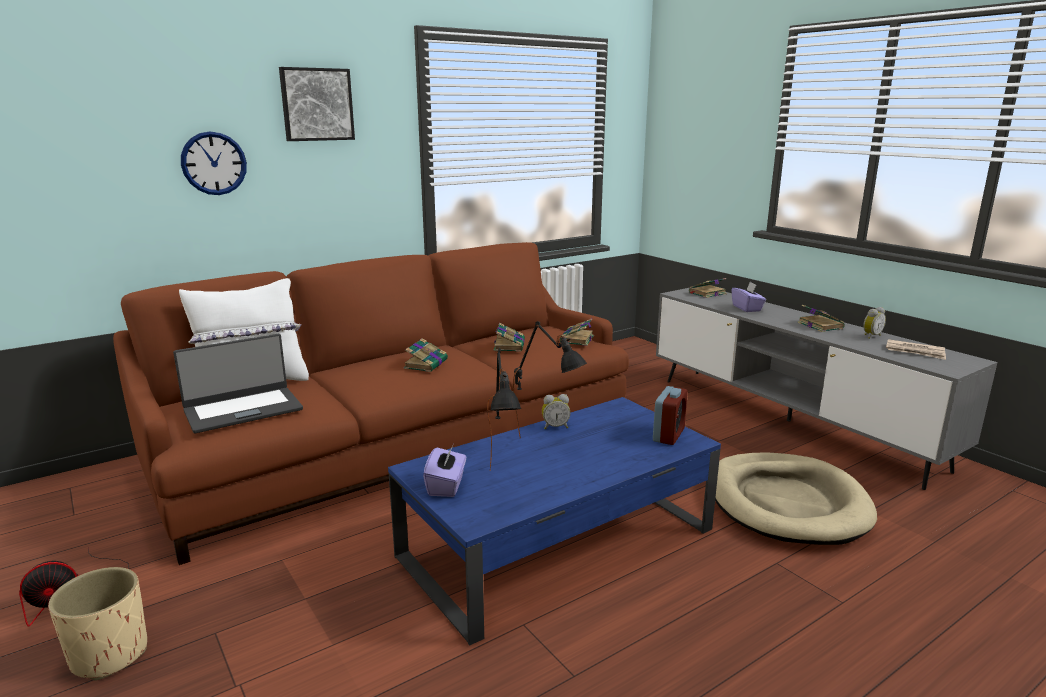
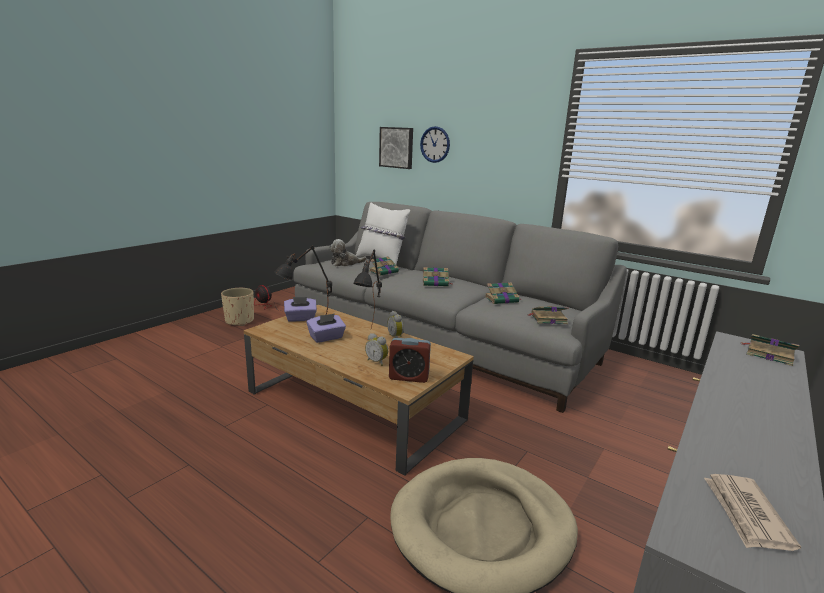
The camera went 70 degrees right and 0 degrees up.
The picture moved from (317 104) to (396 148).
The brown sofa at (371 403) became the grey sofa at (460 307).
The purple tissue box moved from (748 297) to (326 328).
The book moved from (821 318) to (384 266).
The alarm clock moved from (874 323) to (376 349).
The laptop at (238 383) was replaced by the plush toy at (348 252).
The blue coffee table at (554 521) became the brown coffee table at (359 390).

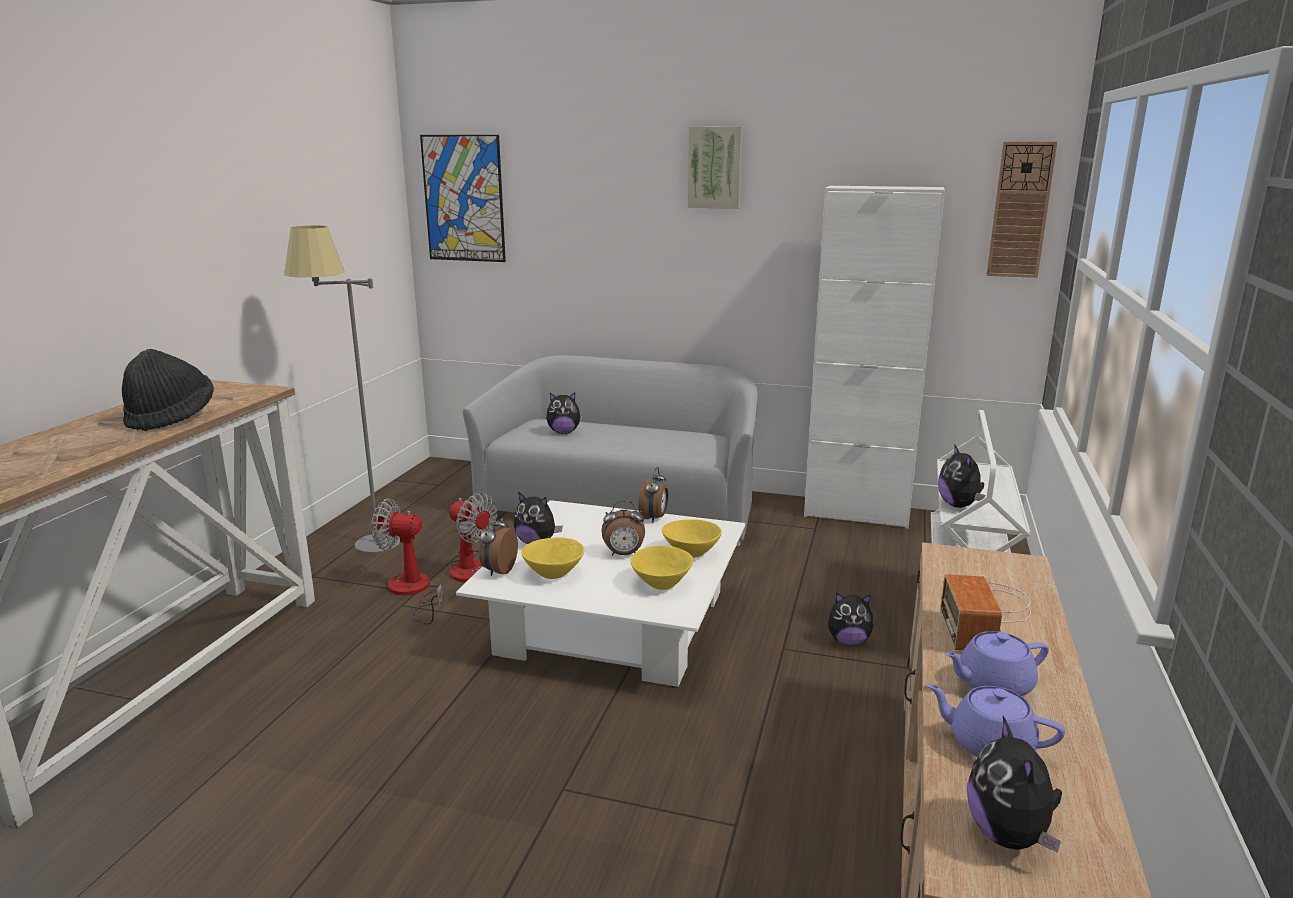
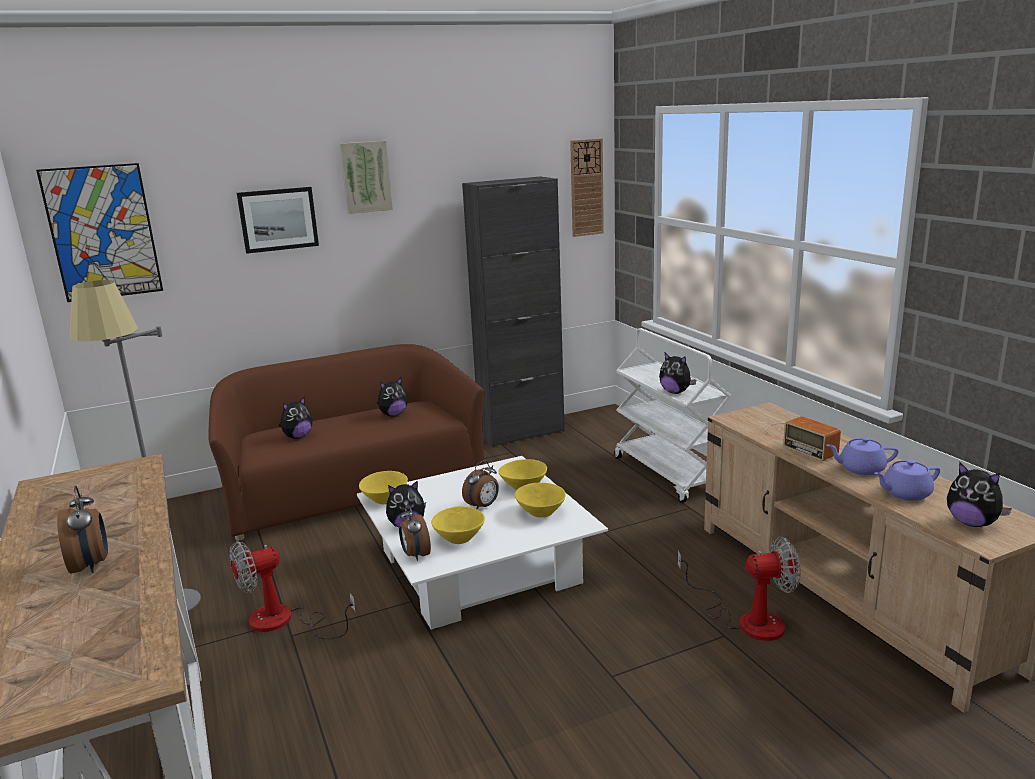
The camera went 40 degrees left and 0 degrees up.
The white cabinet at (874 357) became the black cabinet at (513 311).
The black hat at (168 390) disappeared.
The grey sofa at (610 450) became the brown sofa at (346 442).
The alarm clock moved from (653 495) to (82 530).
The fan moved from (473 537) to (739 588).
The plush toy moved from (851 619) to (392 397).
The purple teapot at (997 663) turned 60 degrees clockwise.
The picture at (278 220) appeared.
The yellow bowl at (383 487) appeared.

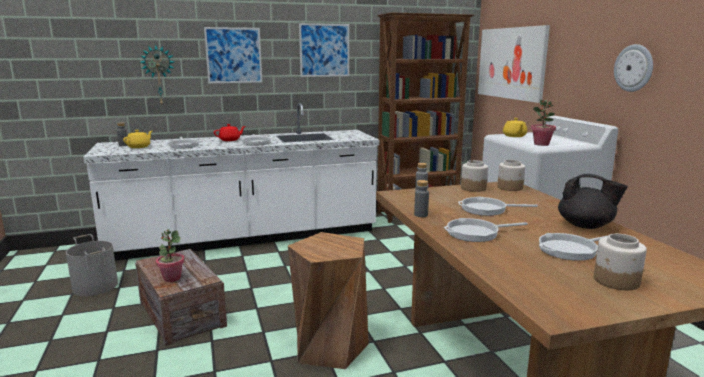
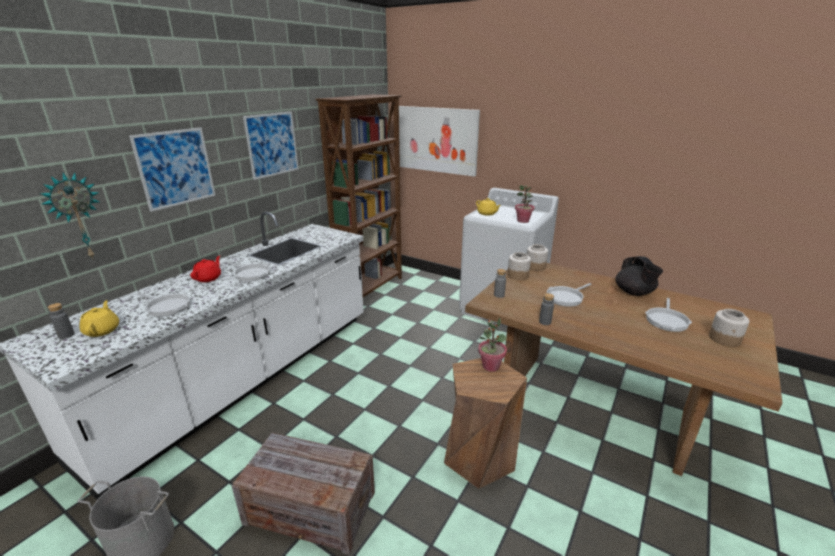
The camera went 40 degrees left and 10 degrees up.
The wall clock at (633 68) disappeared.
The black teapot at (593 201) turned 90 degrees clockwise.
The frying pan at (486 230) disappeared.
The potted plant moved from (170 255) to (492 345).

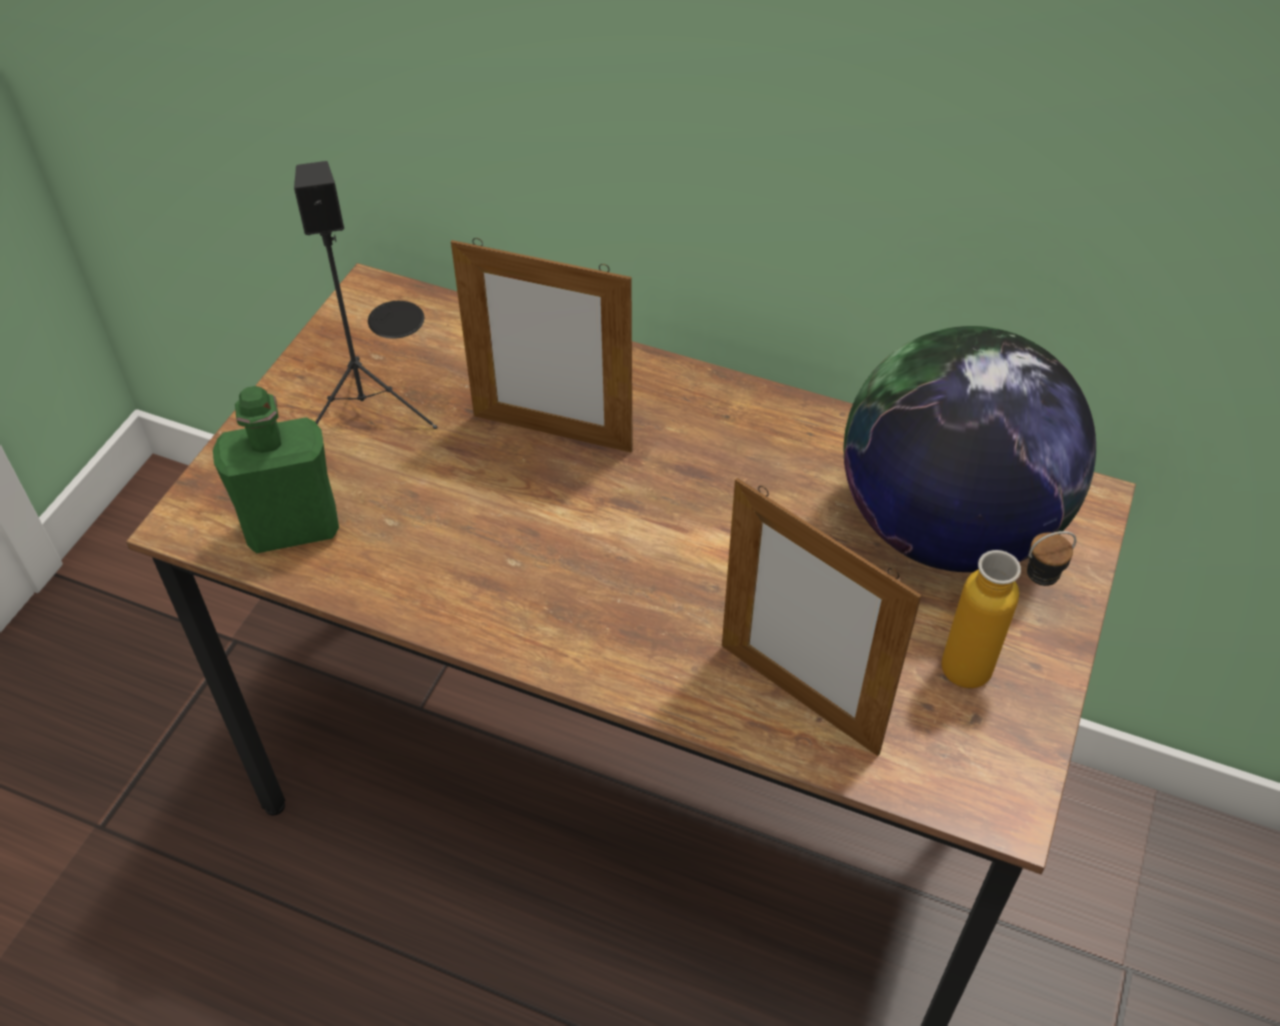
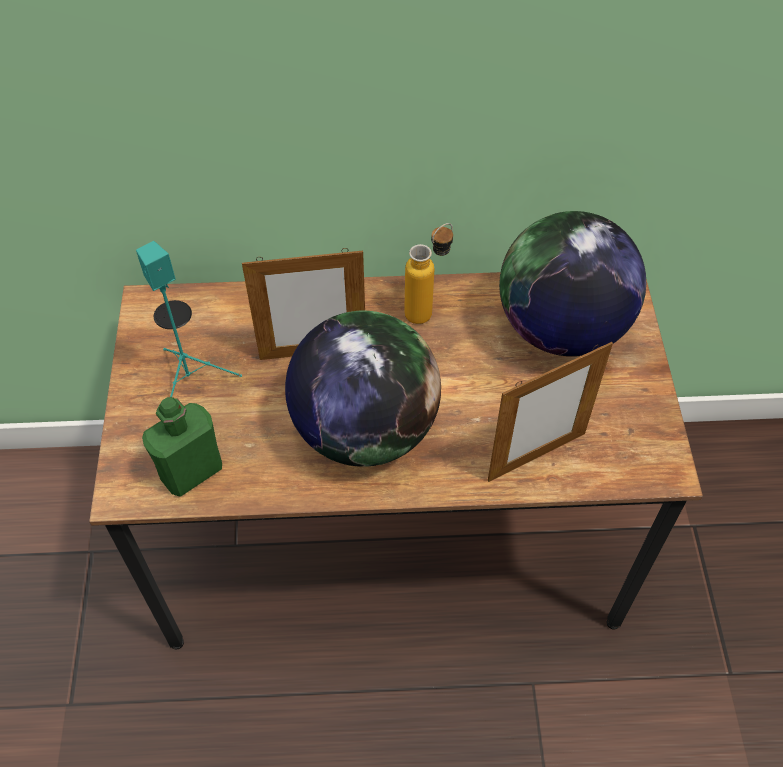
The camera went 25 degrees left and 5 degrees up.
The black speaker at (365 295) became the turquoise speaker at (189 319).
The picture frame at (821 617) turned 45 degrees counterclockwise.
The bottle moved from (1009 609) to (428 273).
The globe at (363 389) appeared.

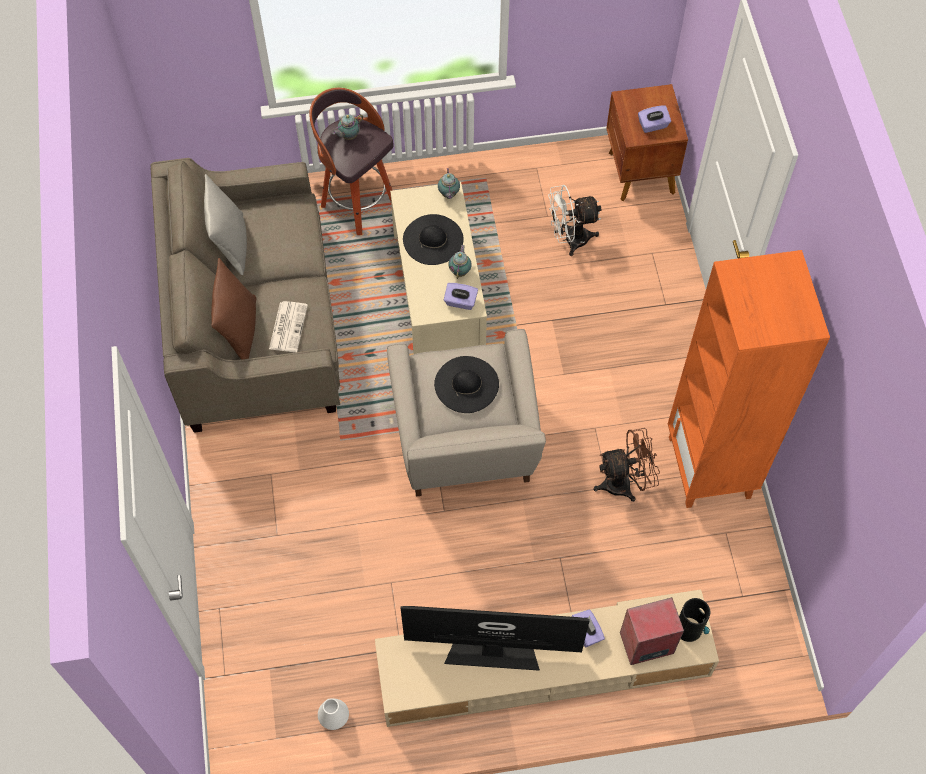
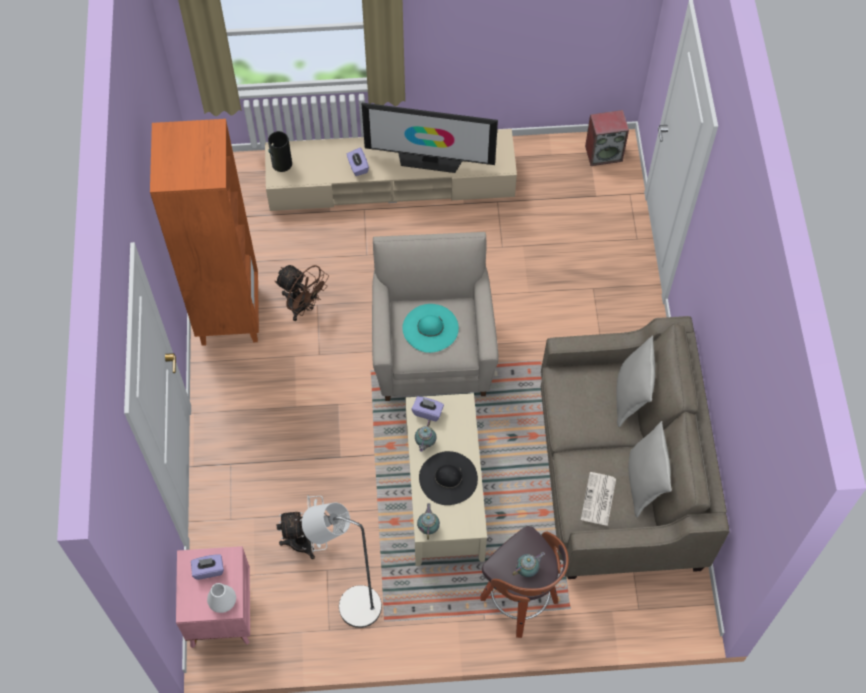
The camera went 175 degrees left and 0 degrees up.
The brown nightstand at (647 142) became the pink nightstand at (213 597).
The brown pillow at (233 309) became the grey pillow at (635 381).
The newspaper moved from (288 326) to (598 499).
The black hat at (466 384) became the turquoise hat at (430 328).
The brown fan at (627 465) turned 135 degrees counterclockwise.
The speaker moved from (652 631) to (607 138).
The white vase moved from (333 714) to (221 598).
The grey floor lamp at (342 565) appeared.

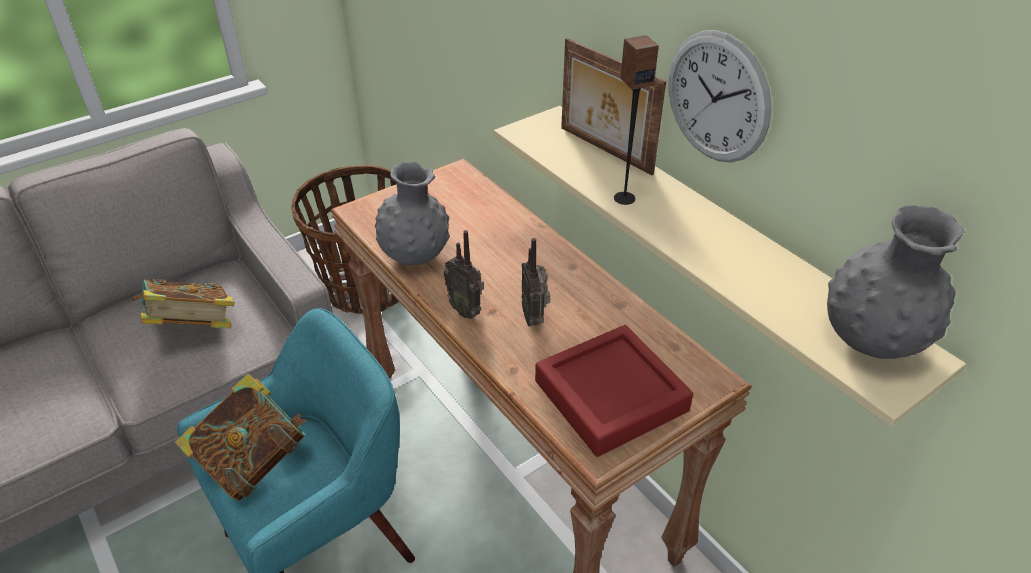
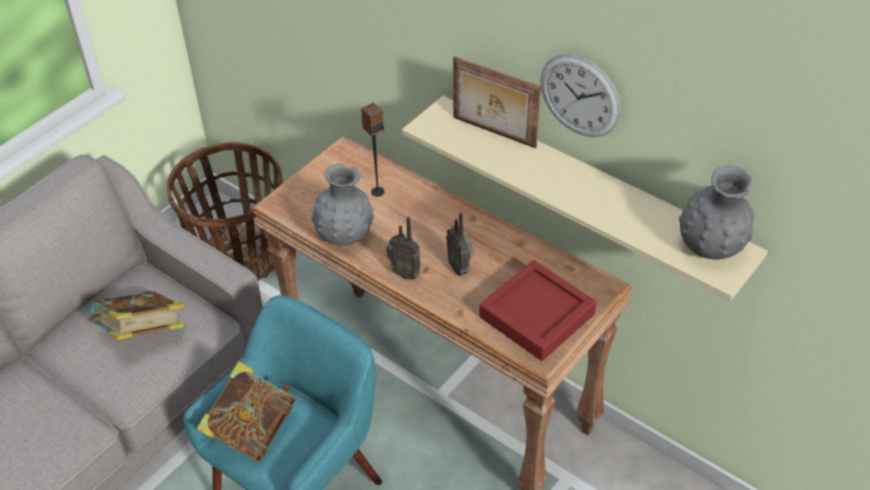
The camera went 15 degrees left and 5 degrees up.
The speaker moved from (636 120) to (373 150).

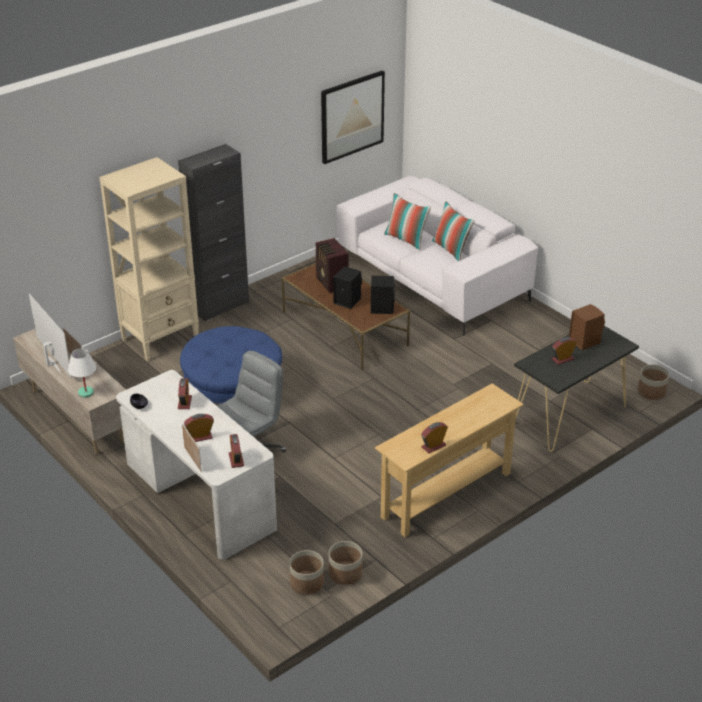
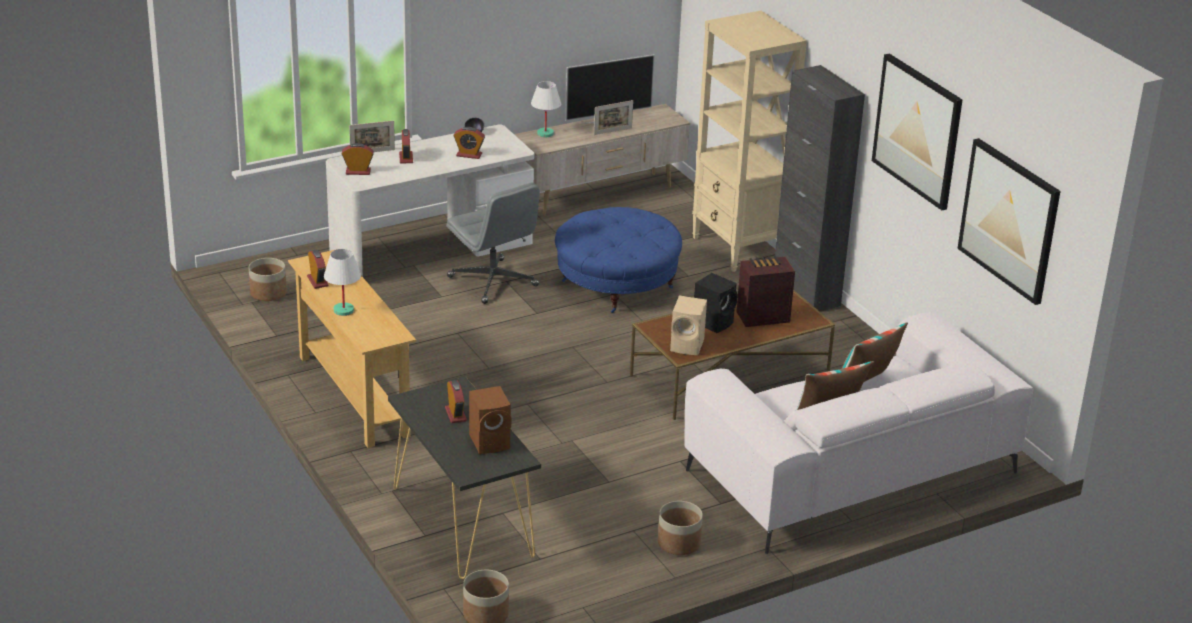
The camera went 100 degrees right and 5 degrees down.
The black speaker at (383 295) became the beige speaker at (688 325).
The planter moved from (345 563) to (680 528).
The picture at (917 132) appeared.
The white table lamp at (342 282) appeared.

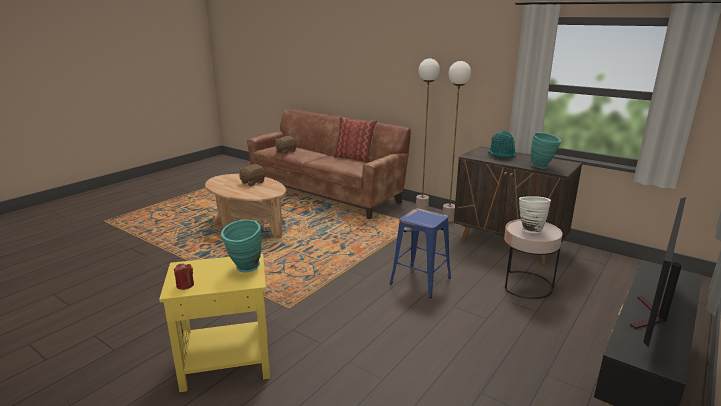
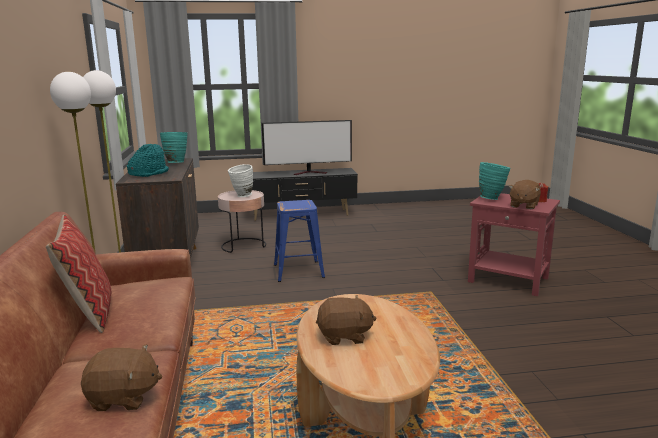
The camera went 135 degrees left and 5 degrees down.
The yellow side table at (214 322) became the red side table at (514 244).
The brown plush toy at (525 194) appeared.

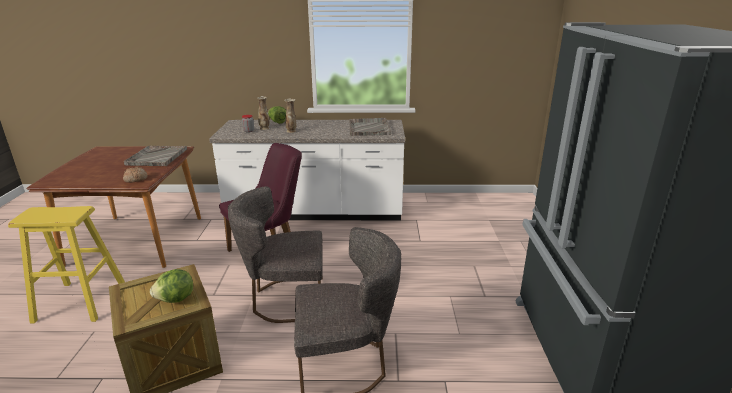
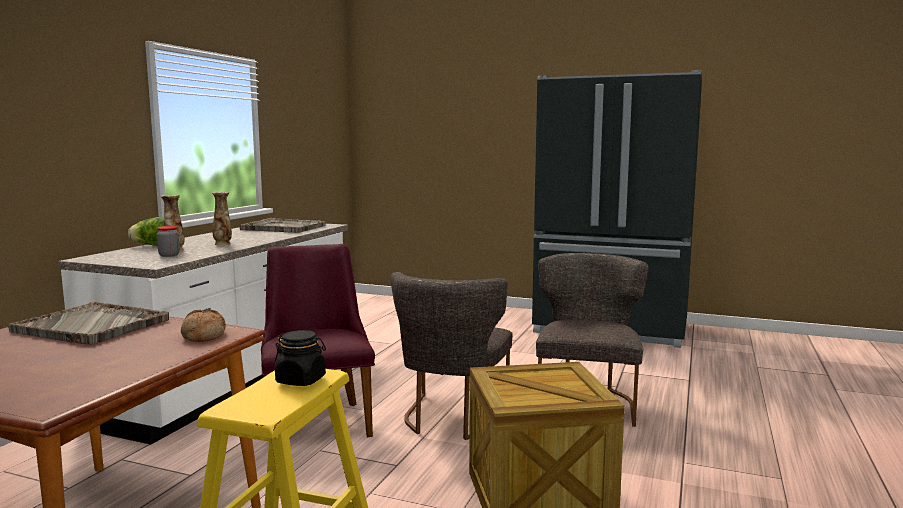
The camera went 70 degrees left and 15 degrees down.
The lettuce at (171 286) disappeared.
The black jar at (300 358) appeared.

